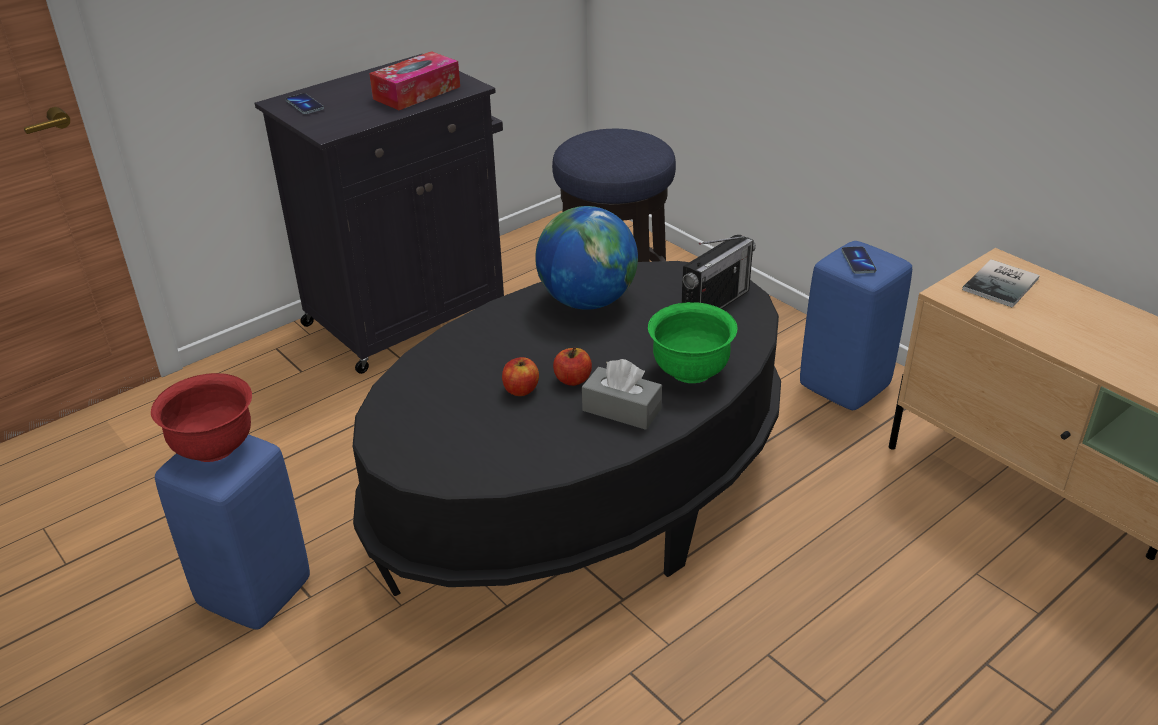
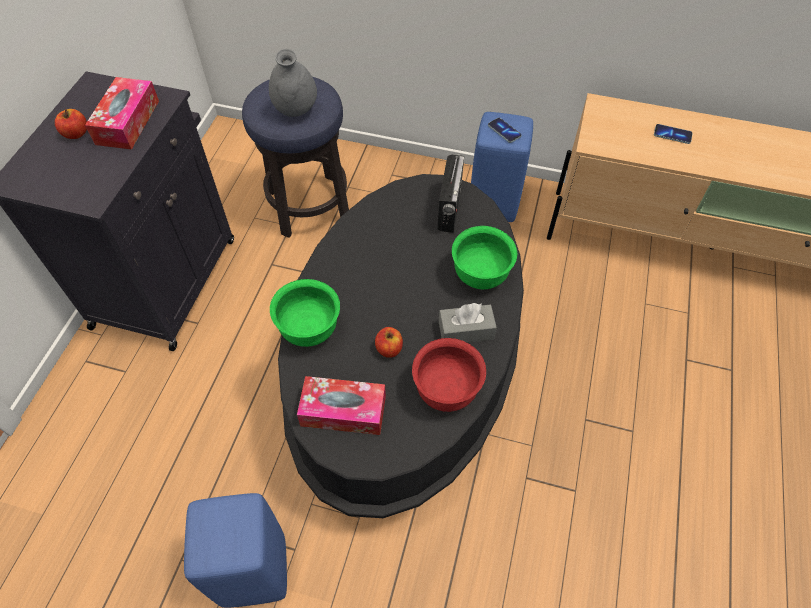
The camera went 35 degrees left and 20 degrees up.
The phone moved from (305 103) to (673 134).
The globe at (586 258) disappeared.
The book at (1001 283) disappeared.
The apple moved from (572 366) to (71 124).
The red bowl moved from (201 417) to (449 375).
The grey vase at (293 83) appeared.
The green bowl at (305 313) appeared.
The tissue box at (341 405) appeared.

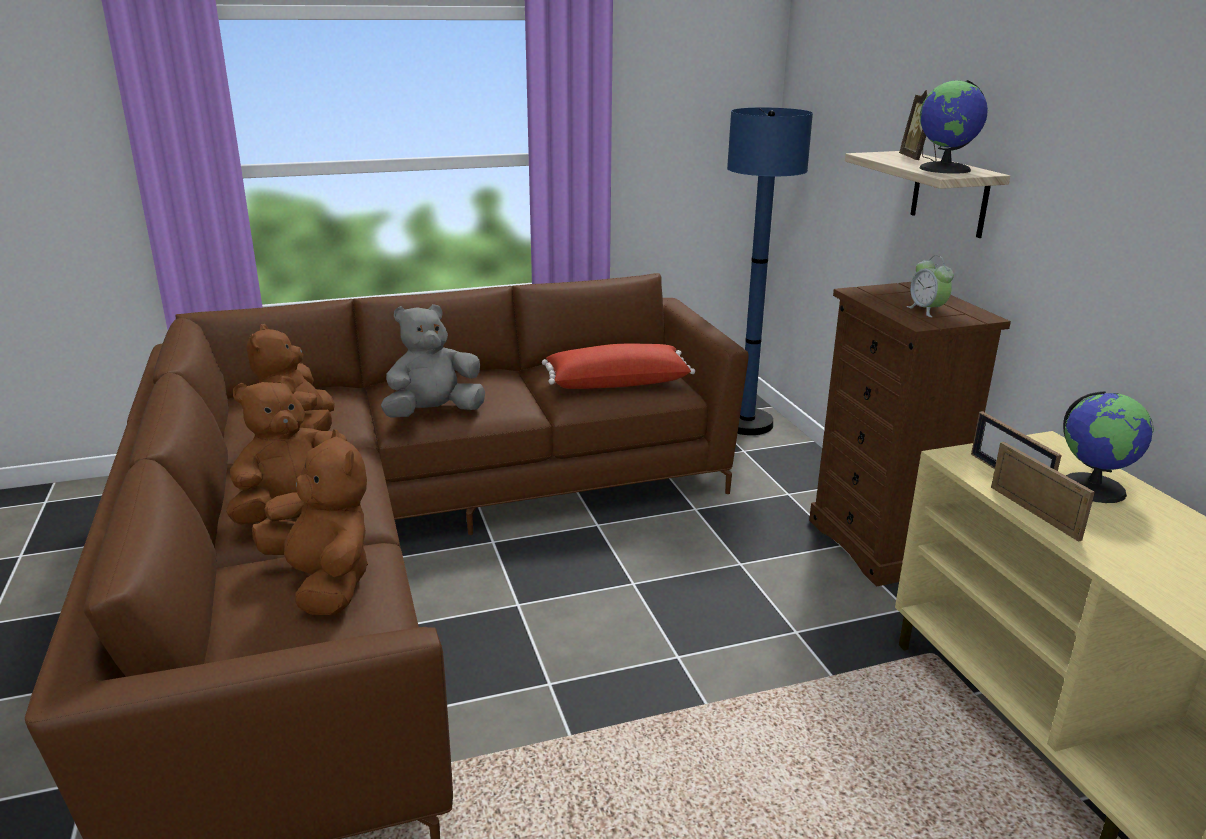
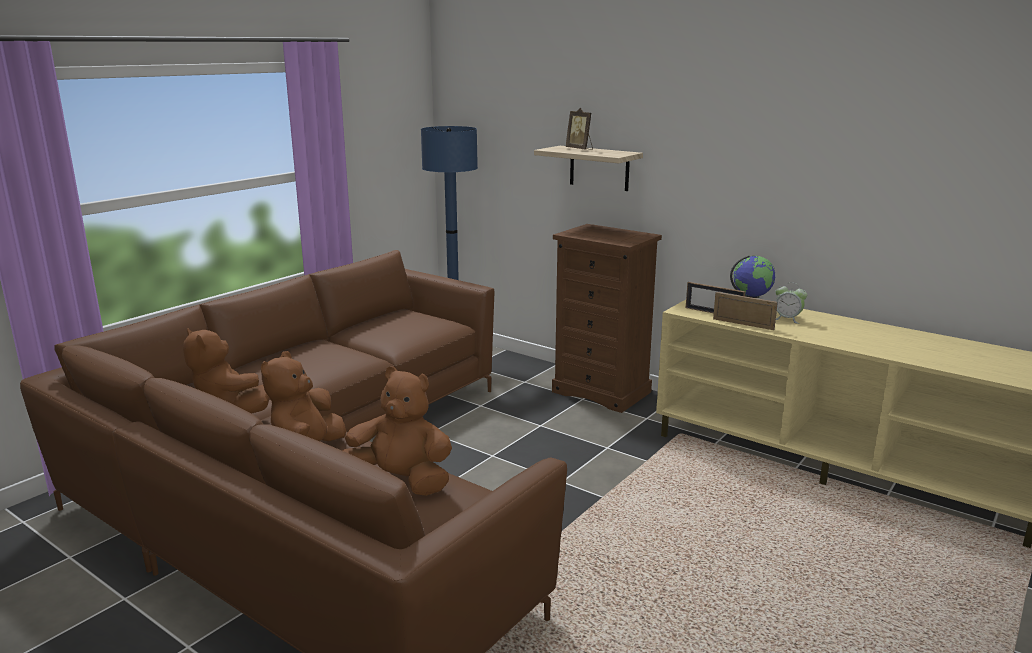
The camera went 35 degrees left and 5 degrees down.
The globe at (953 126) disappeared.
The alarm clock moved from (930 286) to (791 303).
The grey plush toy at (433 361) disappeared.
The red pillow at (618 366) disappeared.

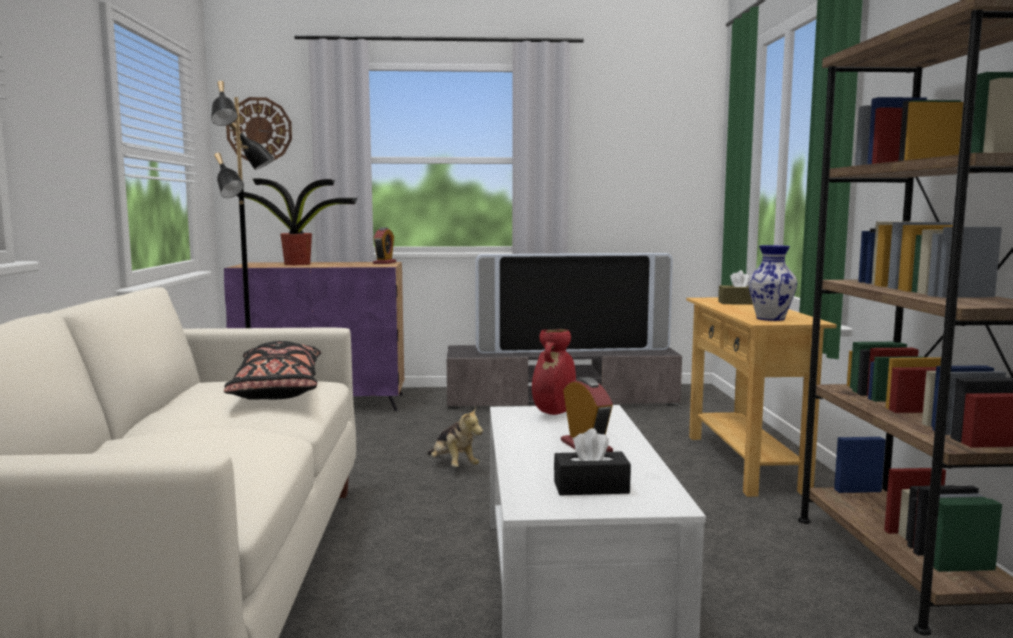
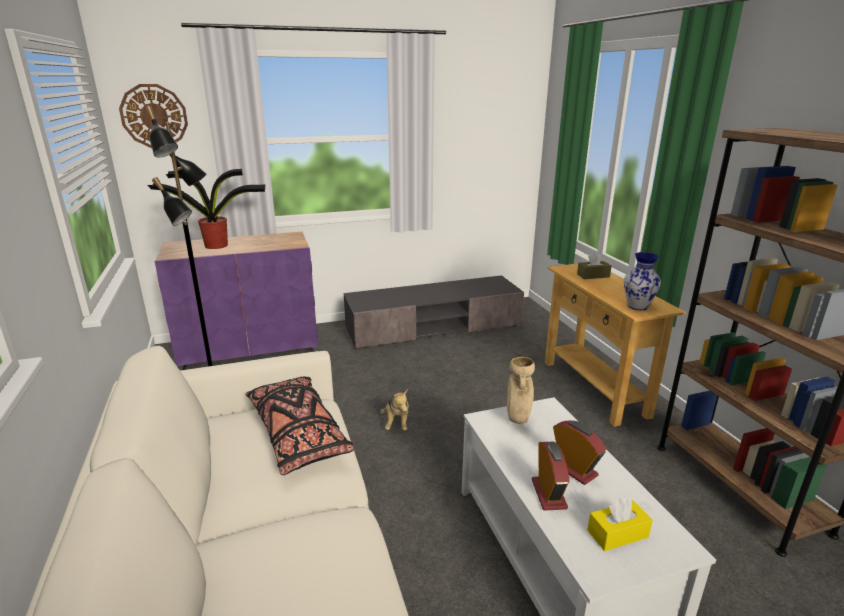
The camera went 15 degrees left and 15 degrees up.
The alarm clock moved from (384 245) to (550 476).
The television at (574 303) disappeared.
The red vase at (554 372) became the beige vase at (521 390).
The plush toy at (455 437) turned 45 degrees clockwise.
The black tissue box at (592 461) became the yellow tissue box at (620 523).

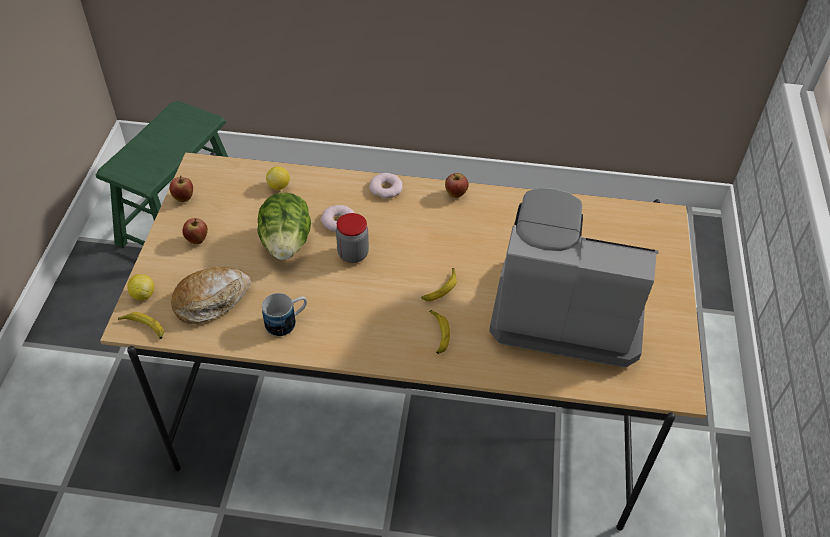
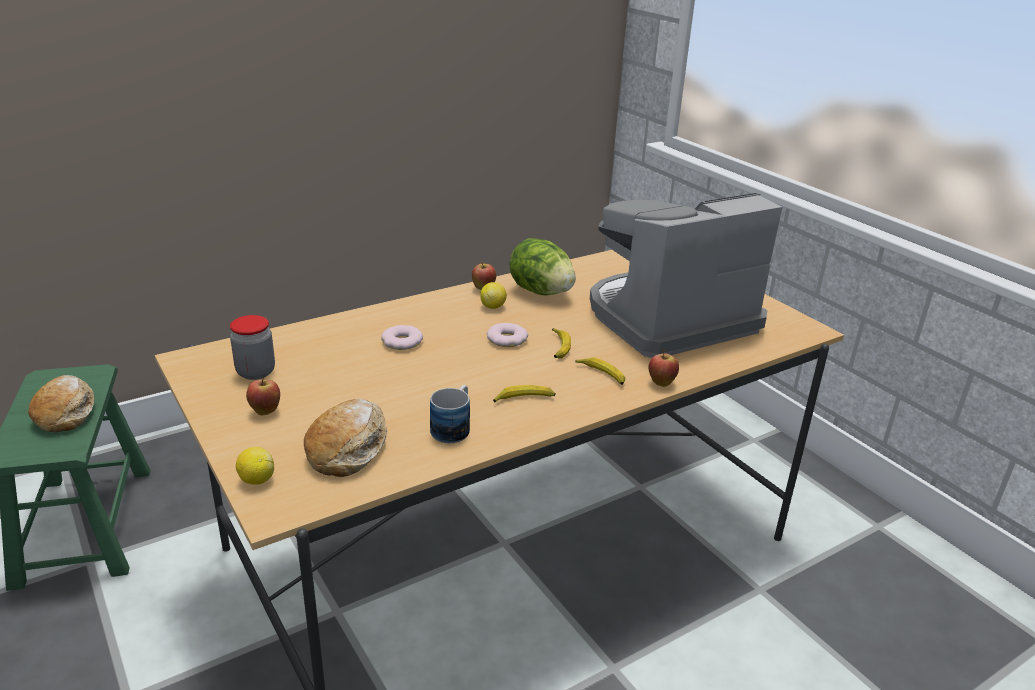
The camera went 40 degrees left and 20 degrees down.
The lemon moved from (278 178) to (493 295).
The donut moved from (386 186) to (507 335).
The apple moved from (181 189) to (663 368).
The lettuce moved from (284 226) to (543 266).
The jar moved from (352 238) to (252 347).
The banana moved from (141 325) to (524 394).
The bread at (61 403) appeared.

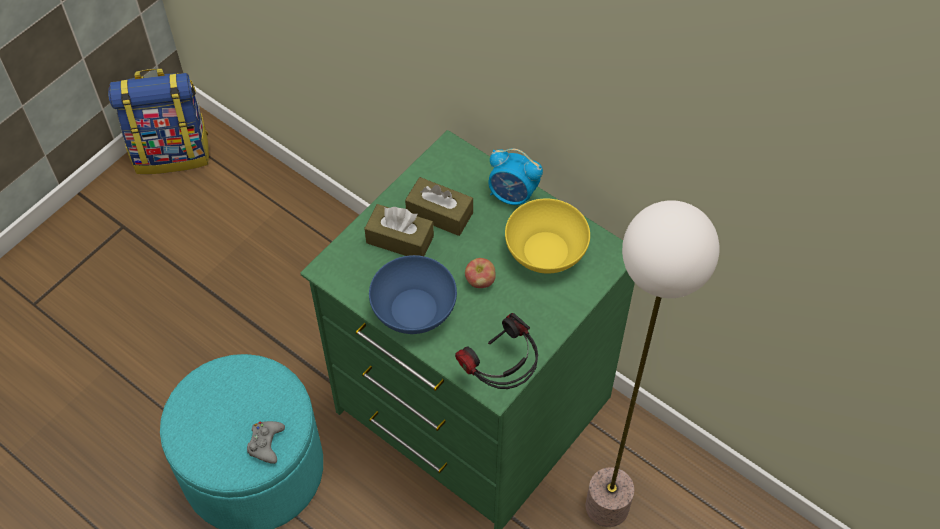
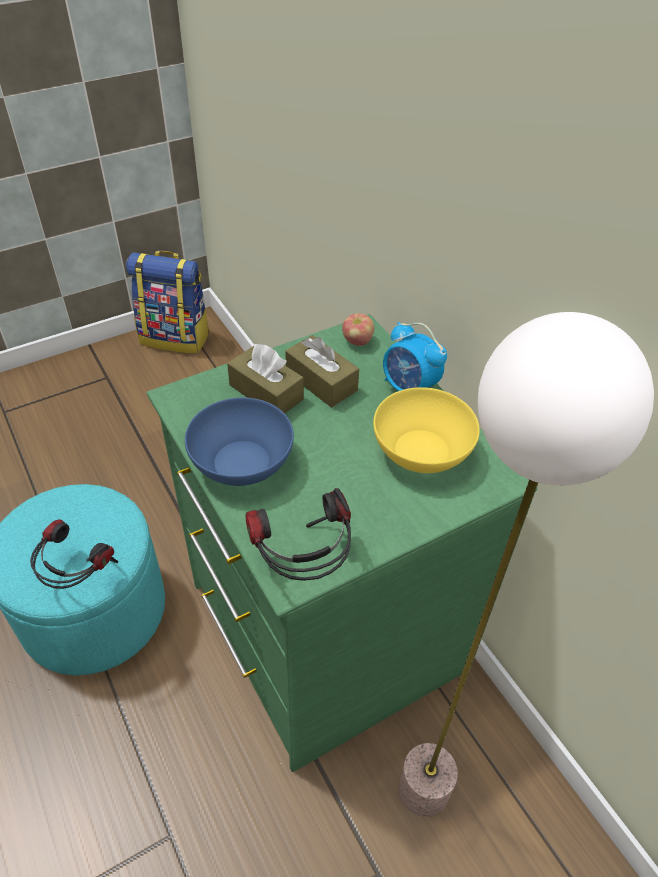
The camera went 20 degrees right and 10 degrees down.
The apple moved from (480 273) to (358 329).
The grey game controller at (266 442) was replaced by the headphones at (74 554).

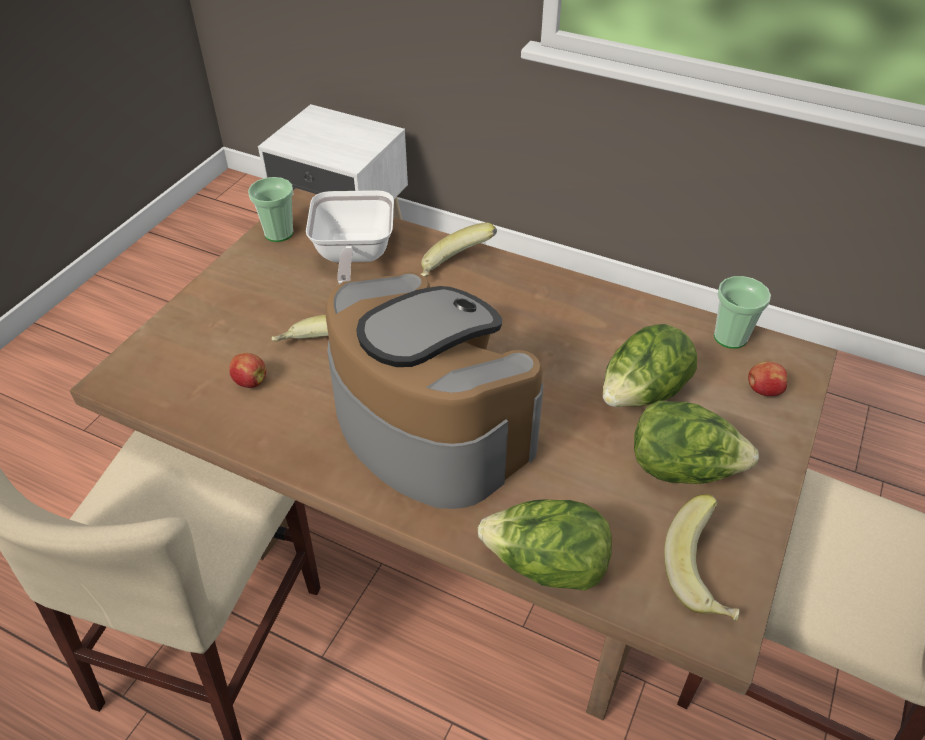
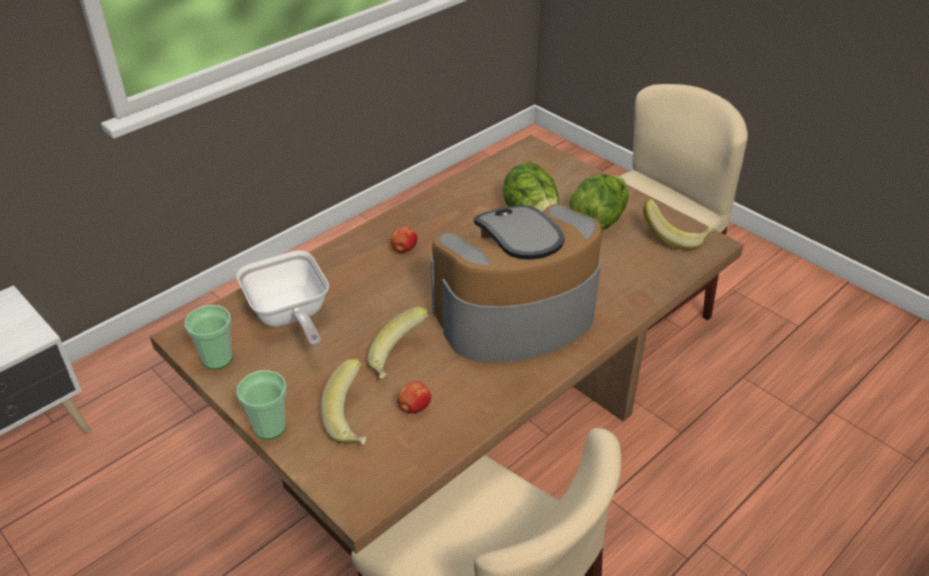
The camera went 70 degrees left and 5 degrees down.
The frying pan at (350 237) turned 45 degrees clockwise.
The banana moved from (459 250) to (344 401).
The cup moved from (742 312) to (262 405).
The apple moved from (767 379) to (404 239).
The lettuce at (545 545) disappeared.

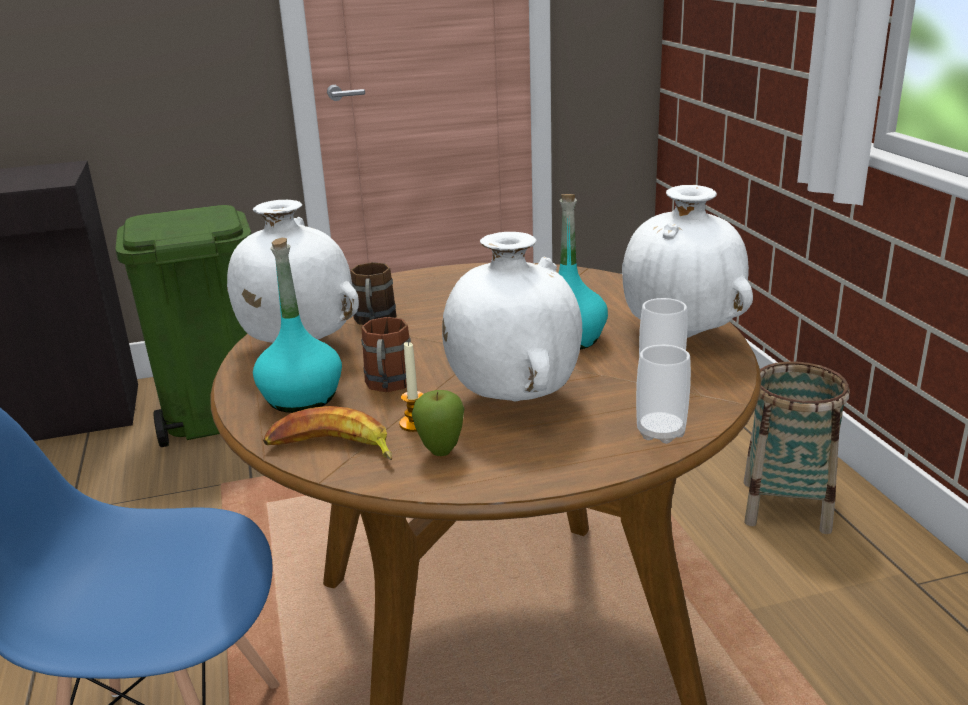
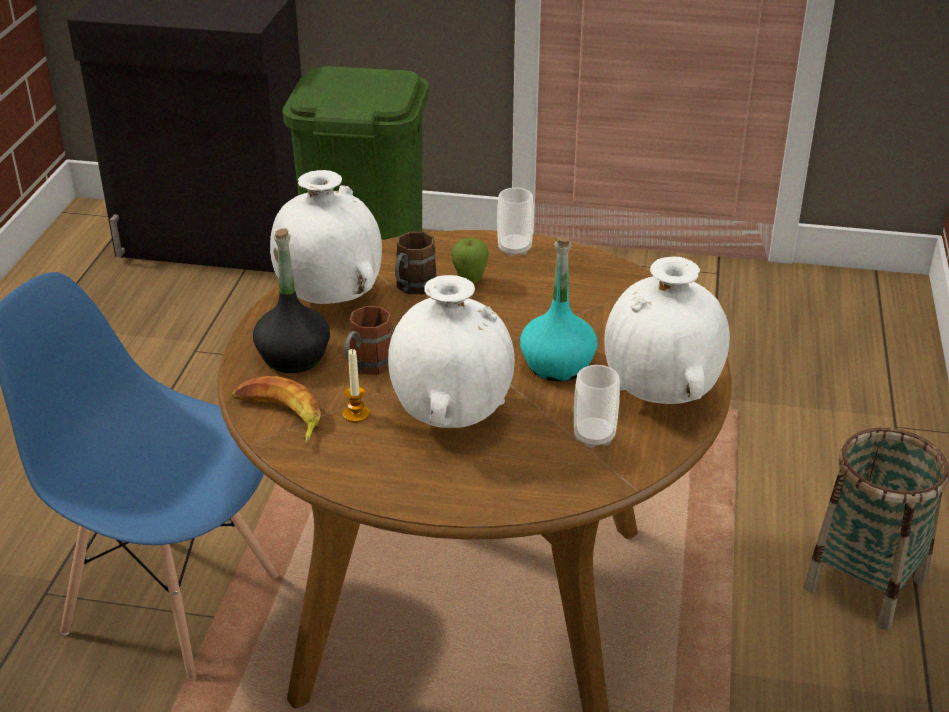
The camera went 25 degrees right and 10 degrees up.
The turquoise bottle at (297 325) became the black bottle at (291 300).
The cup moved from (663 394) to (515 221).
The apple moved from (438 423) to (470 261).

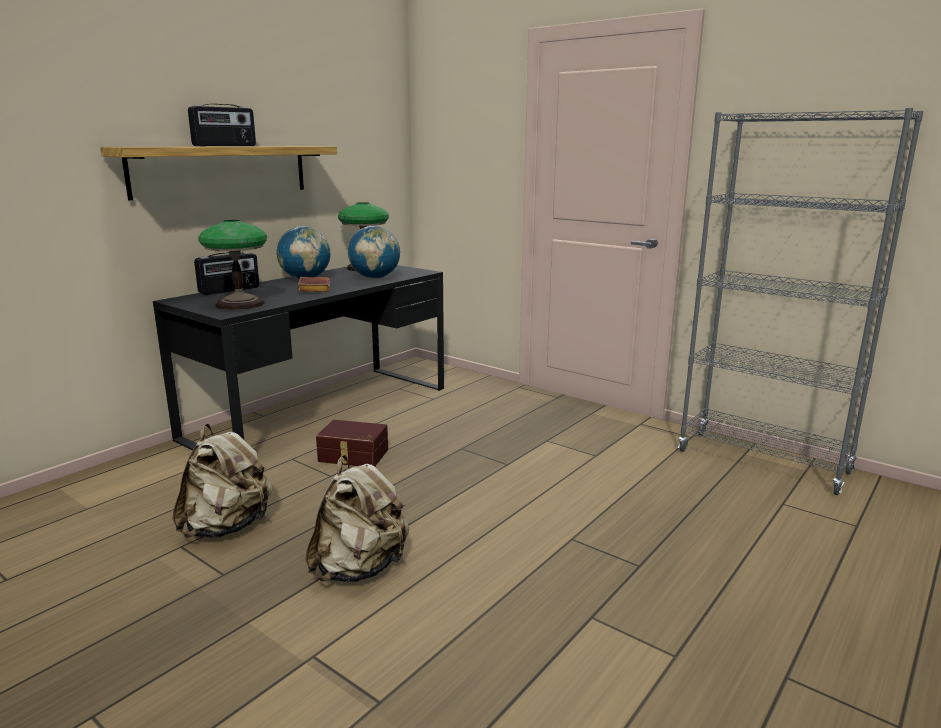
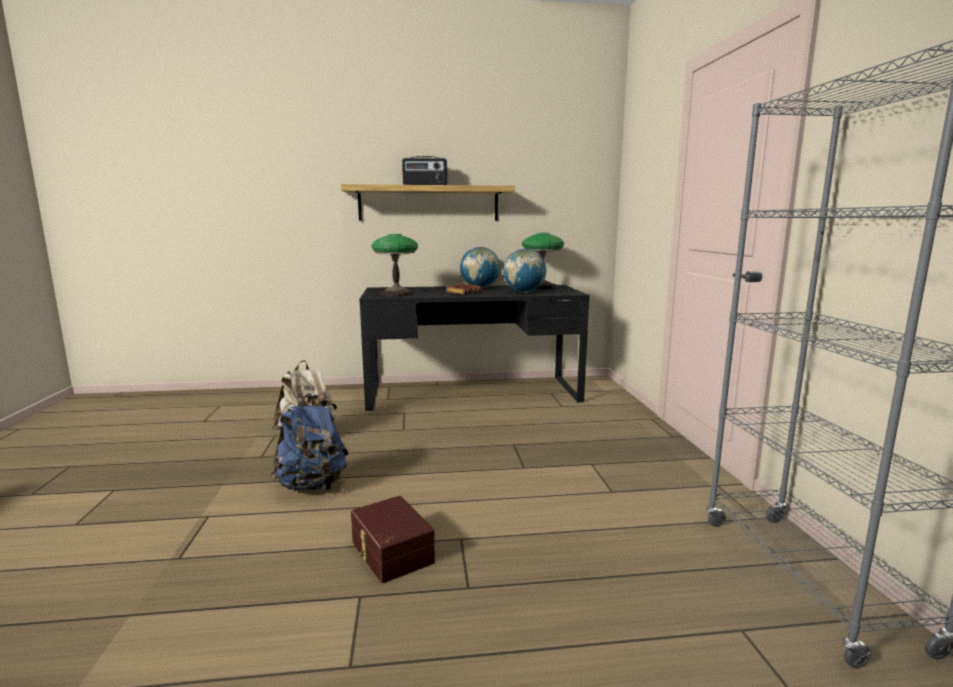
The camera went 45 degrees right and 5 degrees down.
The radio at (226 273) disappeared.
The brown storage box moved from (352 443) to (393 539).
The beige backpack at (357 518) became the blue backpack at (309 442).

